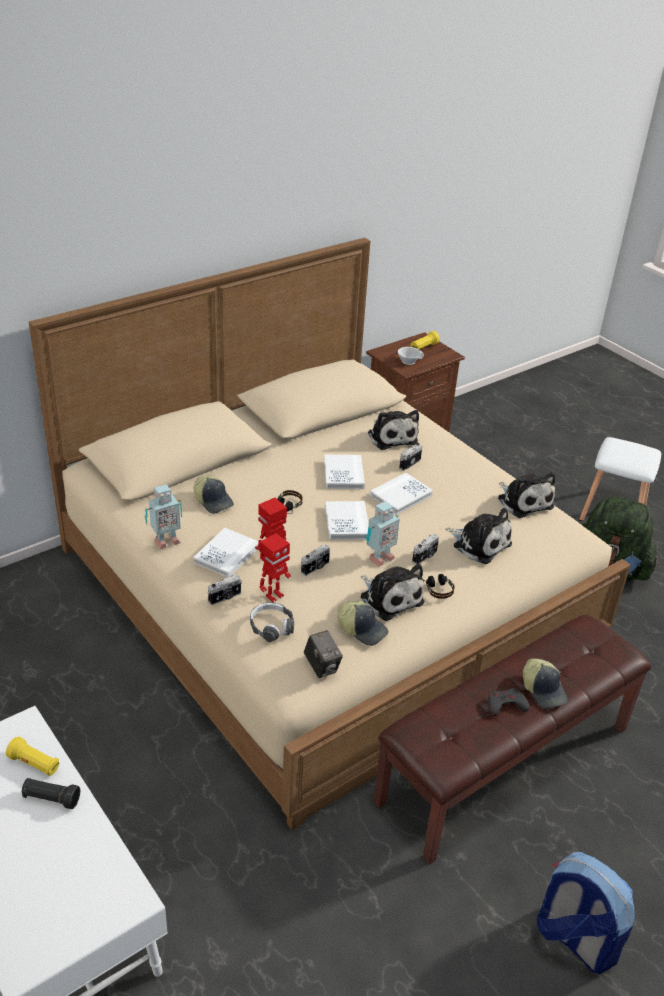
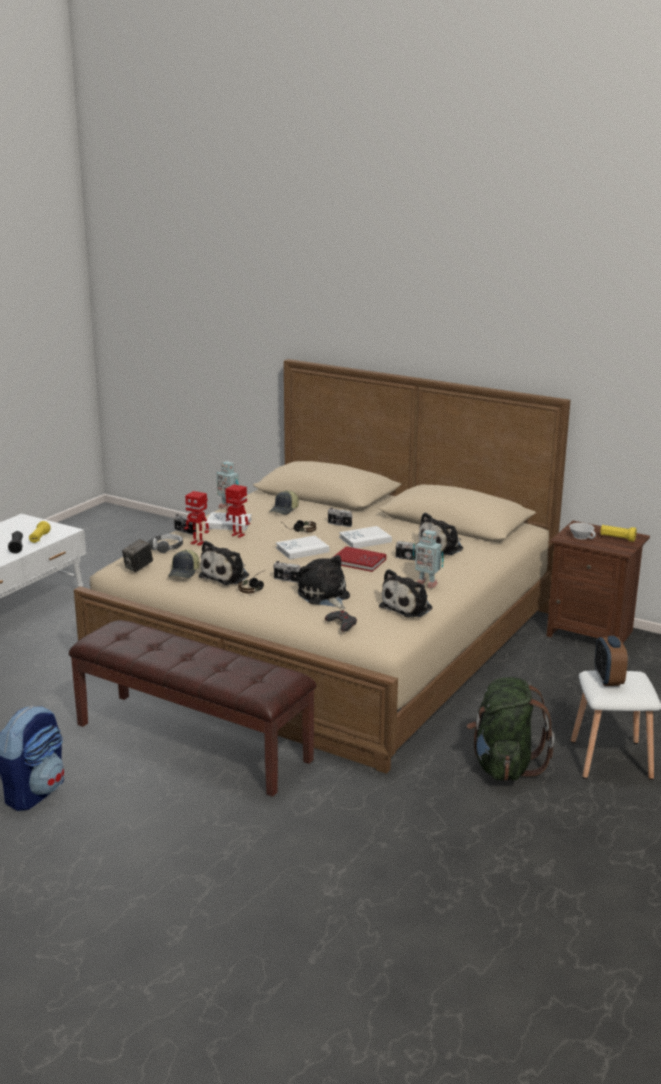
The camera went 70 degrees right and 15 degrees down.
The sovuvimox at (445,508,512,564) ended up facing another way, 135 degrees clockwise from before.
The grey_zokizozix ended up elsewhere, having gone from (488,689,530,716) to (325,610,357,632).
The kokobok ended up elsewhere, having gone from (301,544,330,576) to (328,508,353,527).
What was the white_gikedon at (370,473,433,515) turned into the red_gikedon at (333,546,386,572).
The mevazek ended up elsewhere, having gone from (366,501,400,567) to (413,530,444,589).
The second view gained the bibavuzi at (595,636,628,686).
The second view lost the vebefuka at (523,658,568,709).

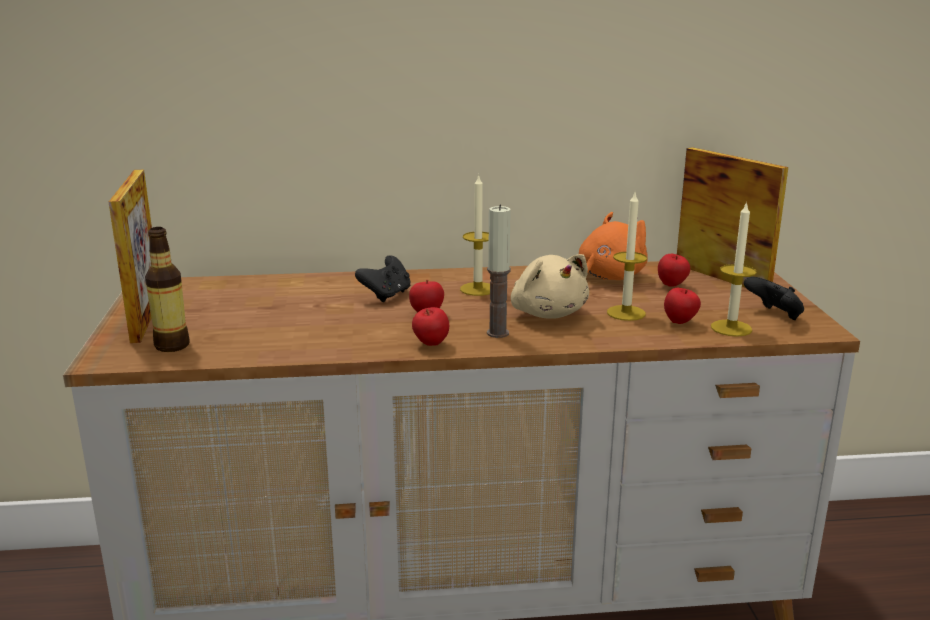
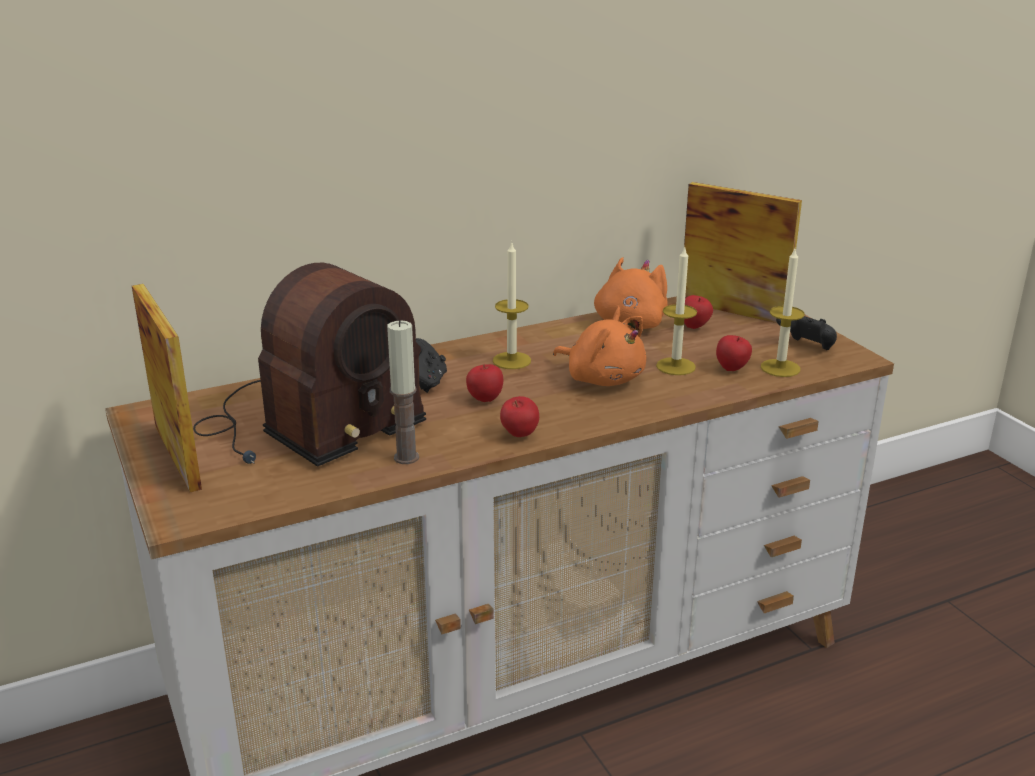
The camera went 20 degrees left and 5 degrees up.
The second view gained the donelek at (193,263,426,467).
The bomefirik ended up elsewhere, having gone from (487,205,511,338) to (387,320,419,464).
What was the beige_sovuvimox at (511,254,589,319) turned into the orange_sovuvimox at (553,316,646,386).
The second view lost the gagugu at (145,227,189,352).

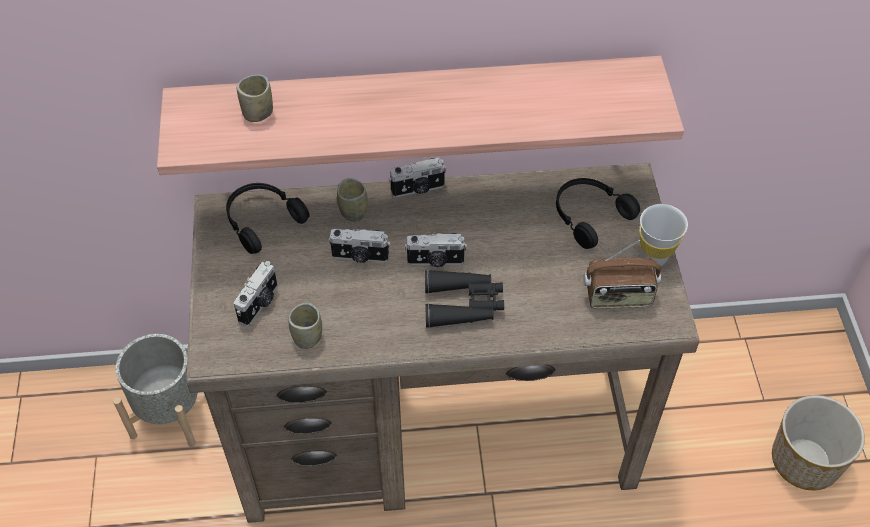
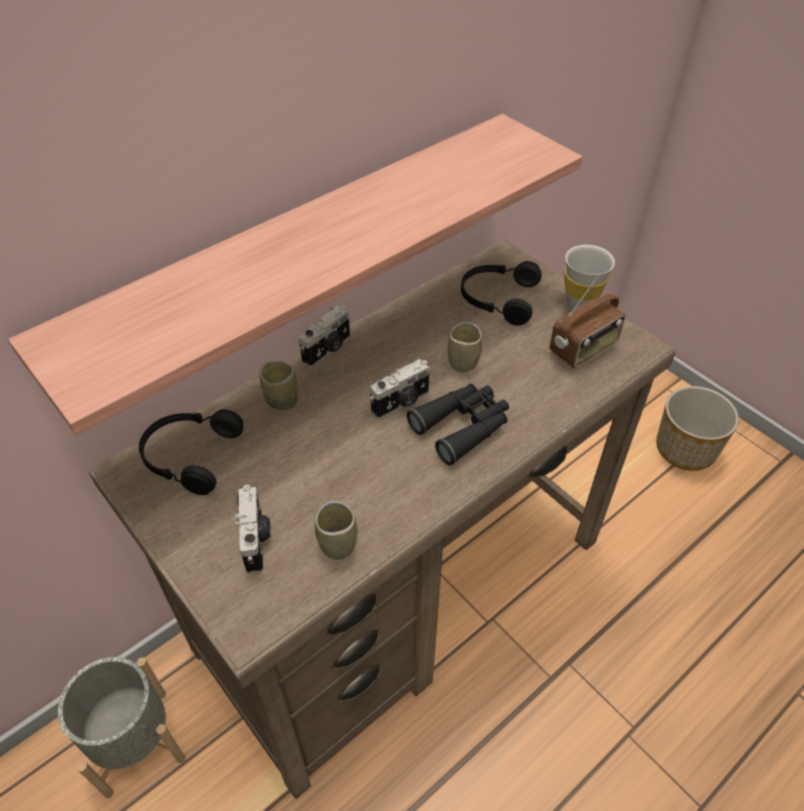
The camera went 35 degrees left and 5 degrees down.
The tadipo ended up elsewhere, having gone from (237,75,273,122) to (448,322,482,372).
The second view lost the kokobok at (328,229,390,263).

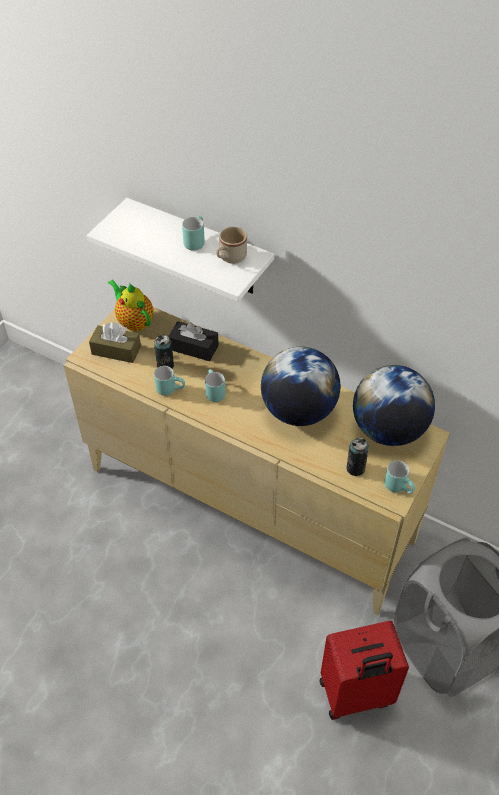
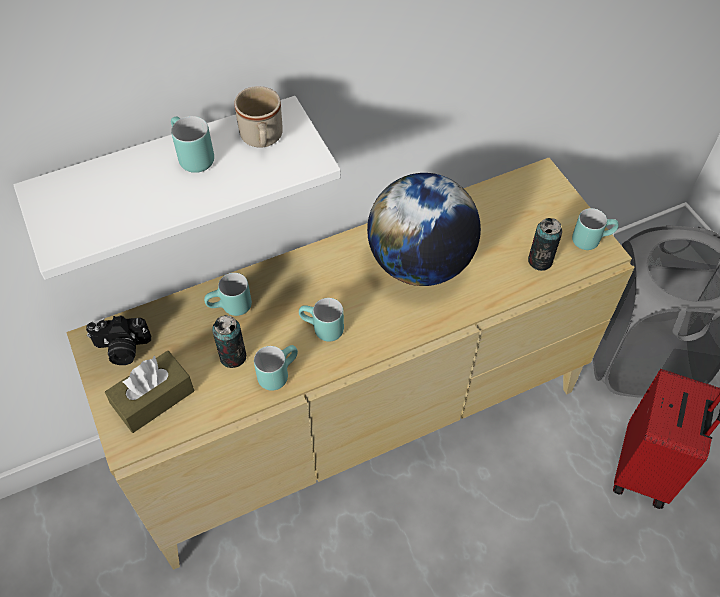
The camera went 55 degrees left and 5 degrees up.
Where the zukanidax stood at (108,279,154,332), the kokobok came to stand at (86,315,151,365).
Where the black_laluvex stood at (168,321,219,361), the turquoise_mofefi came to stand at (204,273,252,316).
The second view lost the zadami at (353,365,435,446).

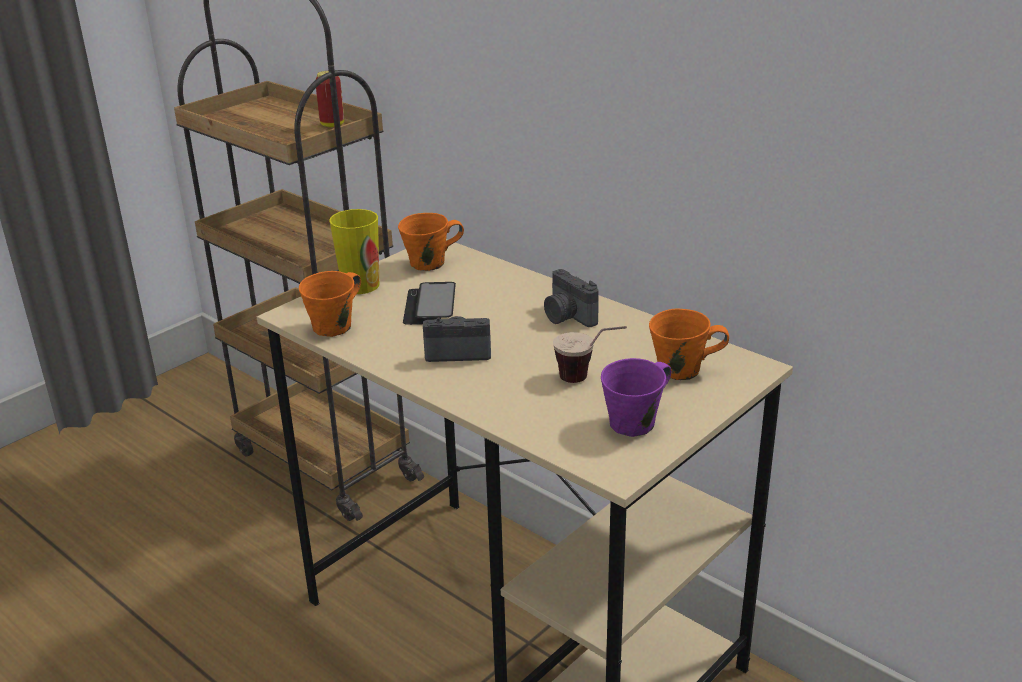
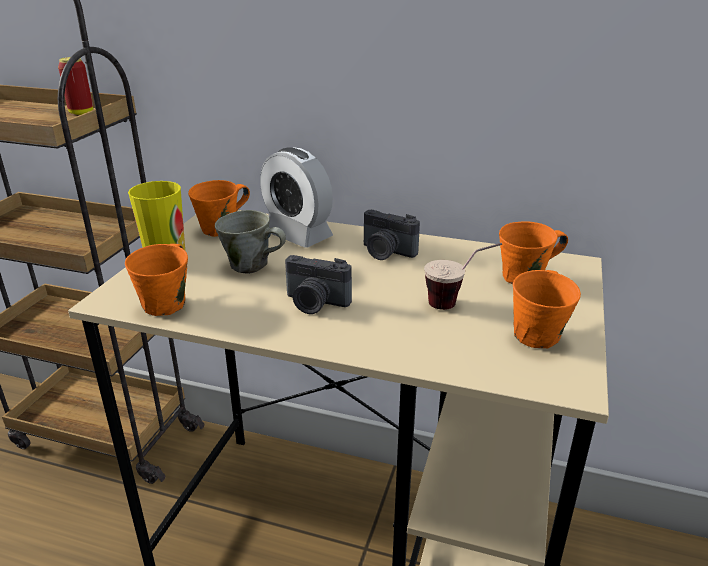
The camera went 25 degrees left and 0 degrees up.
Where the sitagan stood at (403,282,456,325), the grey_mofefi came to stand at (215,210,286,274).
The second view gained the bibavuzi at (260,147,333,248).
The kokobok at (423,316,491,362) ended up facing another way, 135 degrees counterclockwise from before.
What was the purple_mofefi at (601,358,671,437) turned into the orange_mofefi at (513,270,581,348).

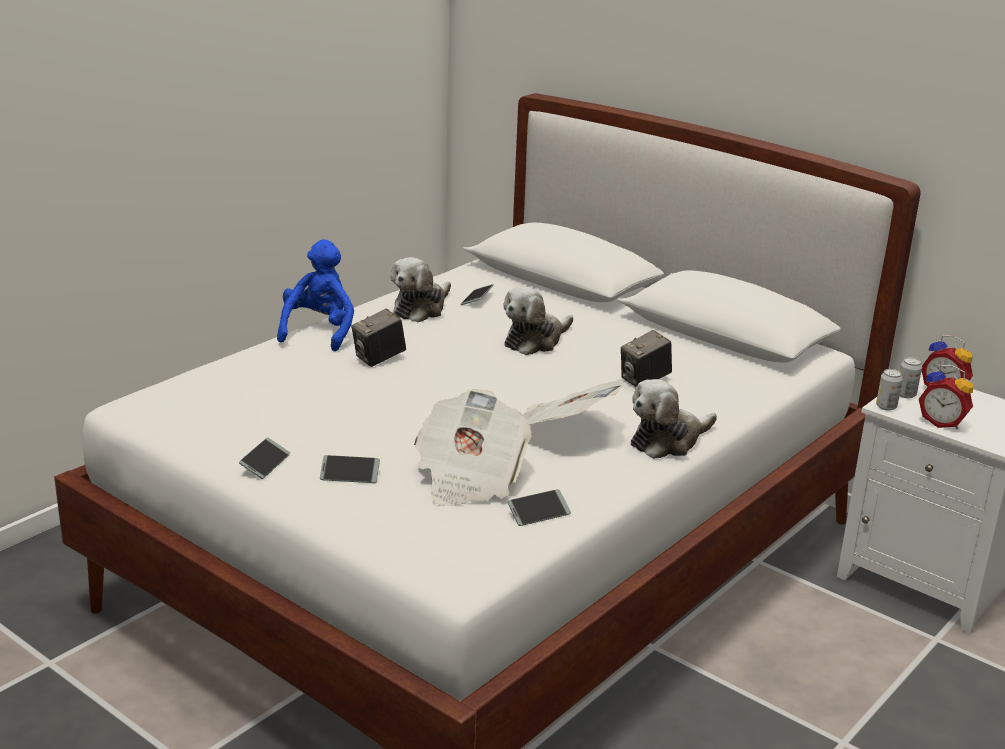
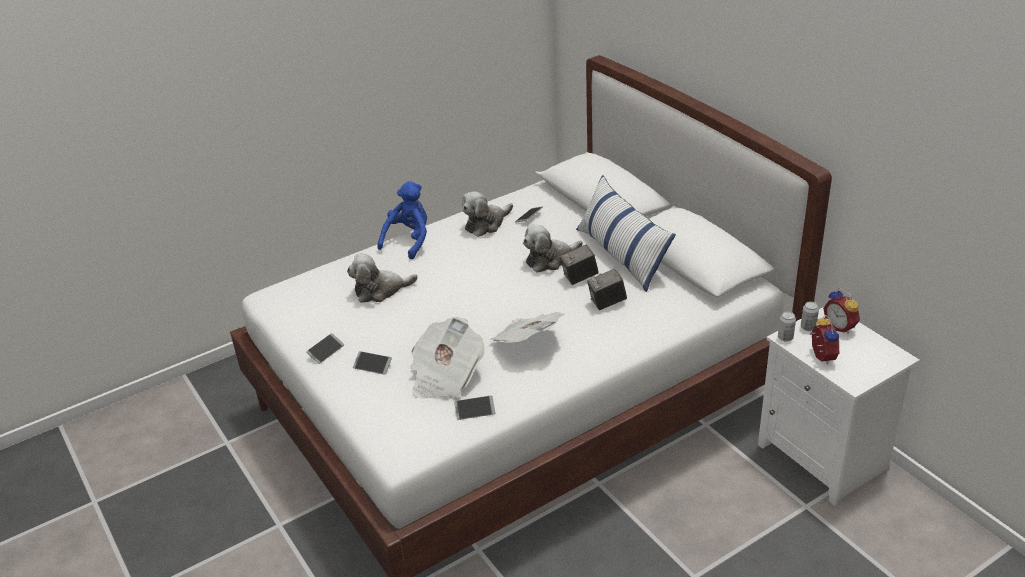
The camera went 20 degrees right and 10 degrees up.
The sovuvimox ended up elsewhere, having gone from (631,379,717,459) to (347,253,418,303).
The kokobok ended up elsewhere, having gone from (351,308,406,367) to (560,244,599,285).
The second view gained the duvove at (576,175,676,292).
The bibavuzi at (919,365,973,429) ended up facing another way, 150 degrees counterclockwise from before.

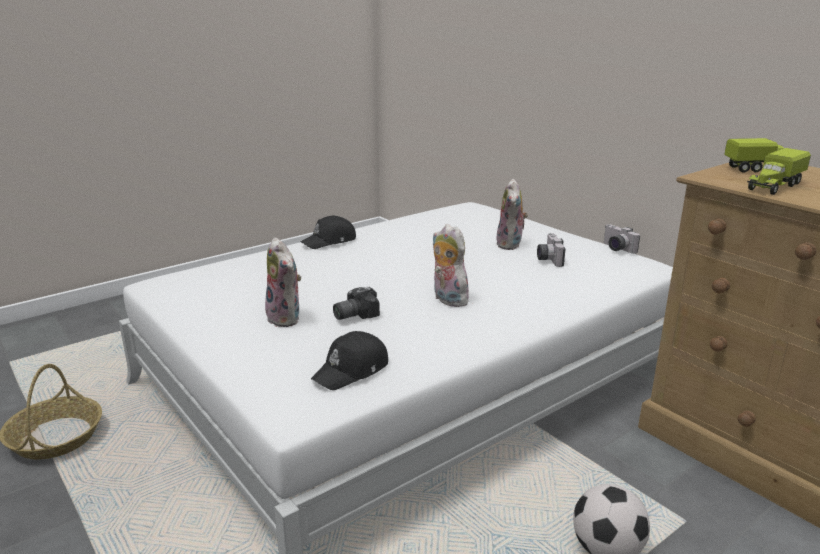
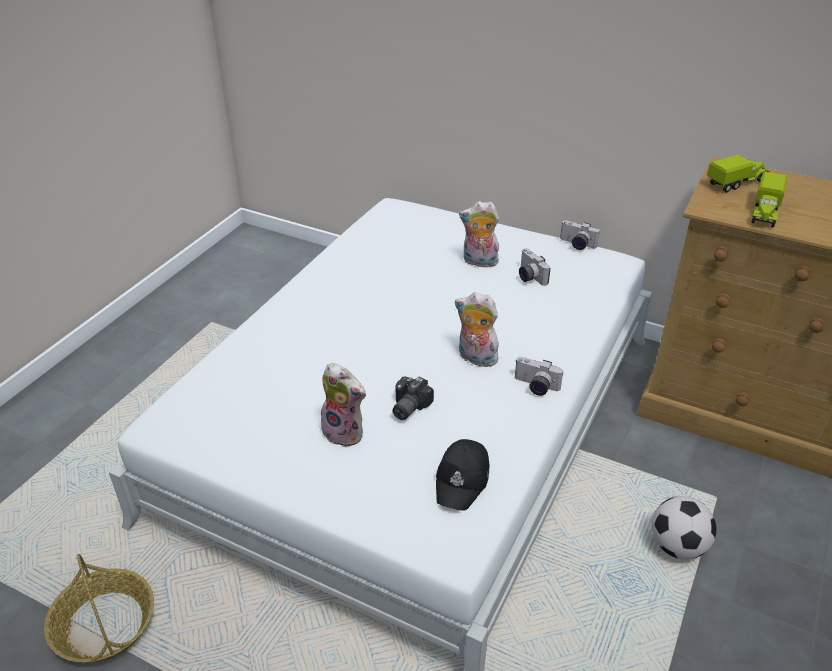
The camera went 25 degrees left and 15 degrees up.
The sovuvimox at (496,179,528,250) ended up facing another way, 120 degrees clockwise from before.
The second view gained the kokobok at (515,357,563,396).
The second view lost the black_vebefuka at (300,215,356,249).

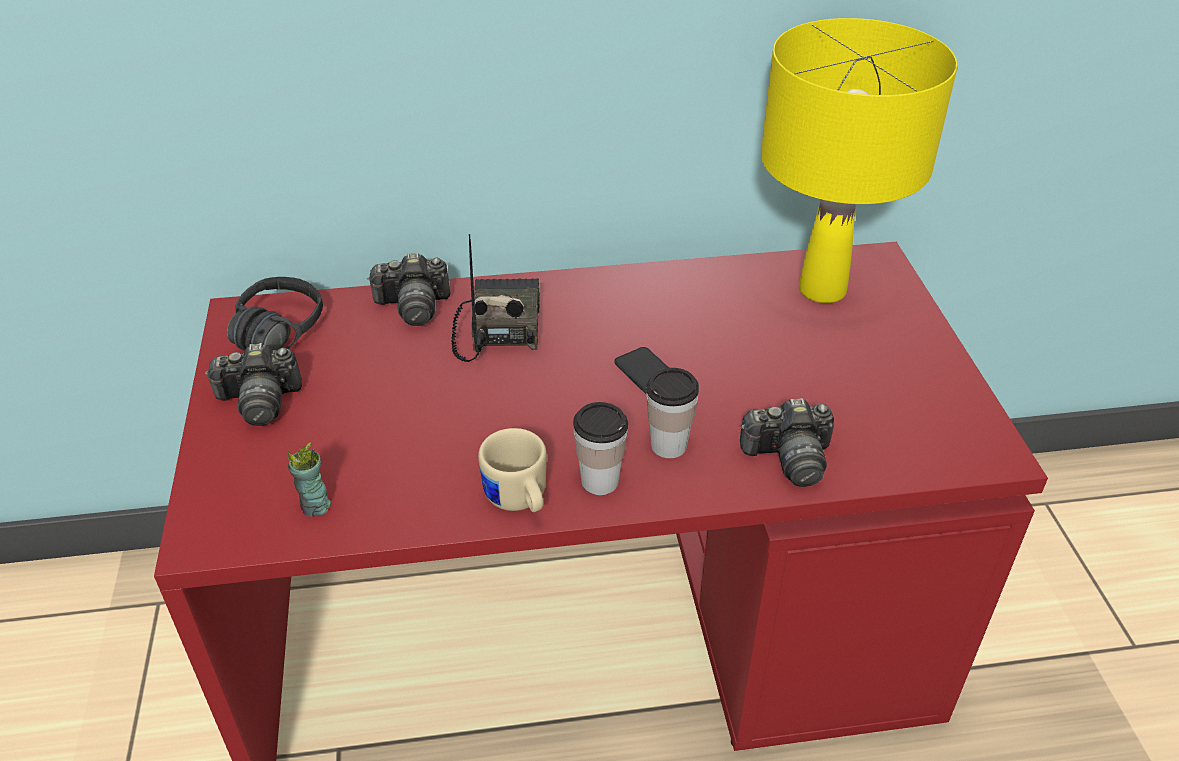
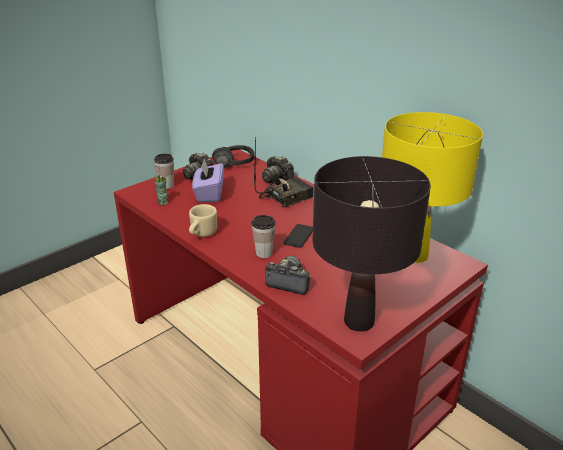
The camera went 55 degrees right and 10 degrees down.
The tadipo ended up elsewhere, having gone from (573,402,628,495) to (154,153,174,189).
The second view gained the purple_laluvex at (192,159,224,202).
The kokobok at (740,398,834,487) ended up facing another way, 150 degrees clockwise from before.
The second view gained the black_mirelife at (313,156,431,332).

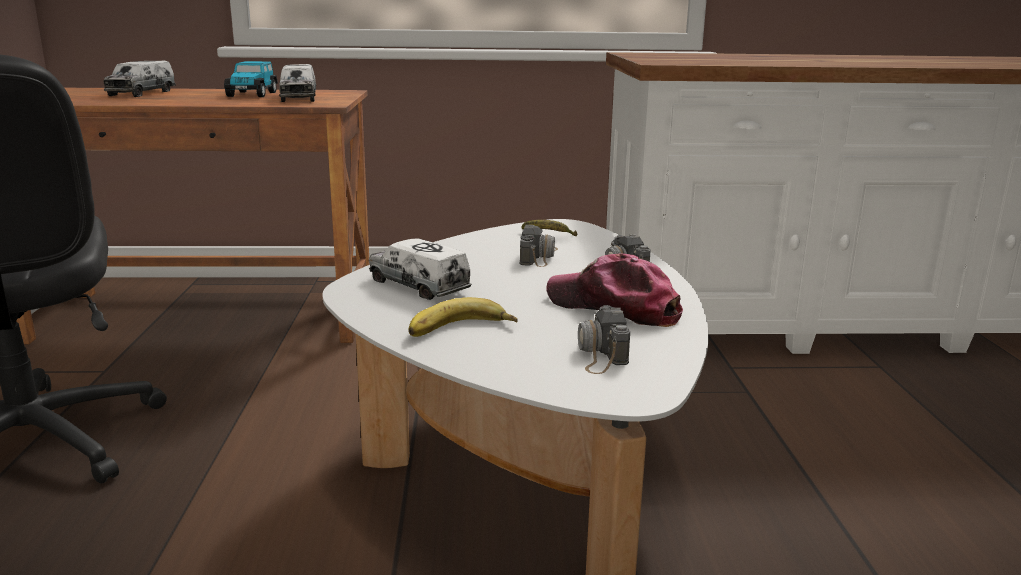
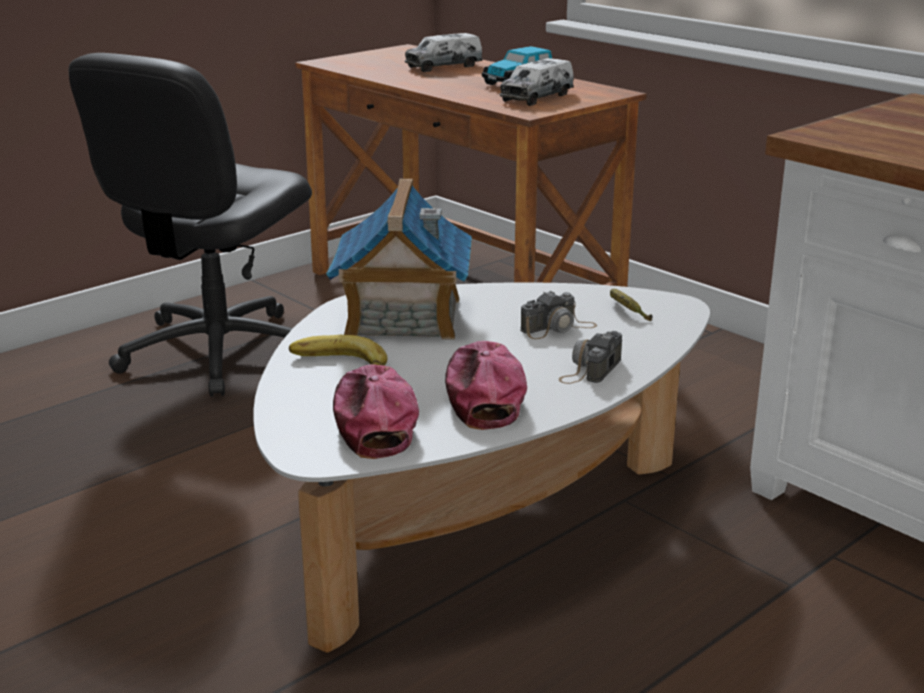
The camera went 50 degrees right and 5 degrees up.
Where the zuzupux stood at (369,238,471,300), the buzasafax came to stand at (326,179,472,340).
Where the kokobok stood at (578,305,630,374), the vebefuka came to stand at (333,365,419,459).

